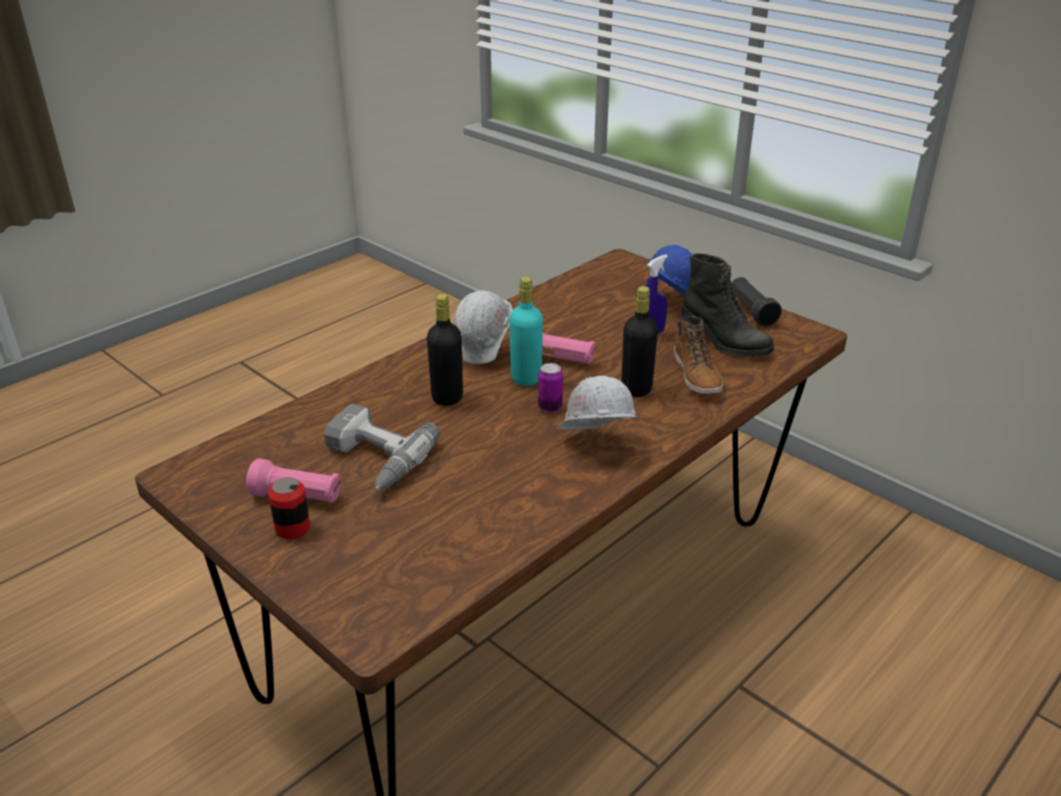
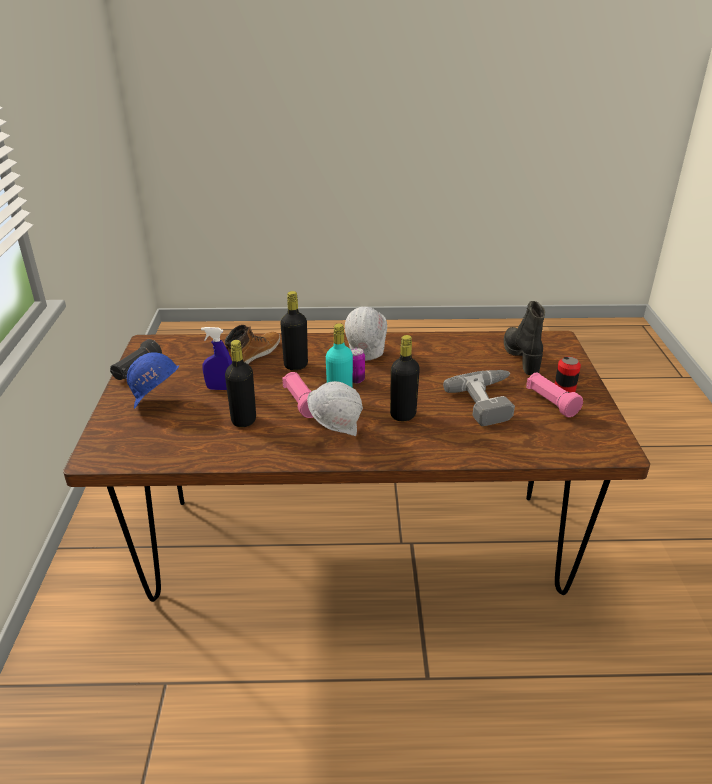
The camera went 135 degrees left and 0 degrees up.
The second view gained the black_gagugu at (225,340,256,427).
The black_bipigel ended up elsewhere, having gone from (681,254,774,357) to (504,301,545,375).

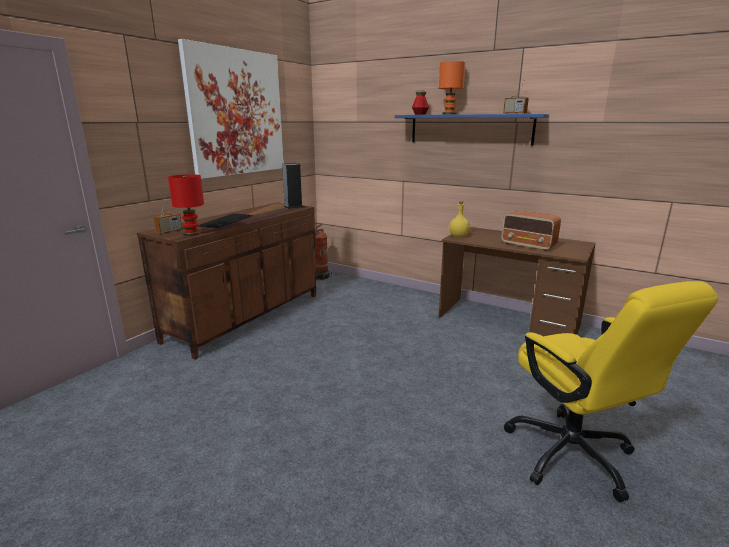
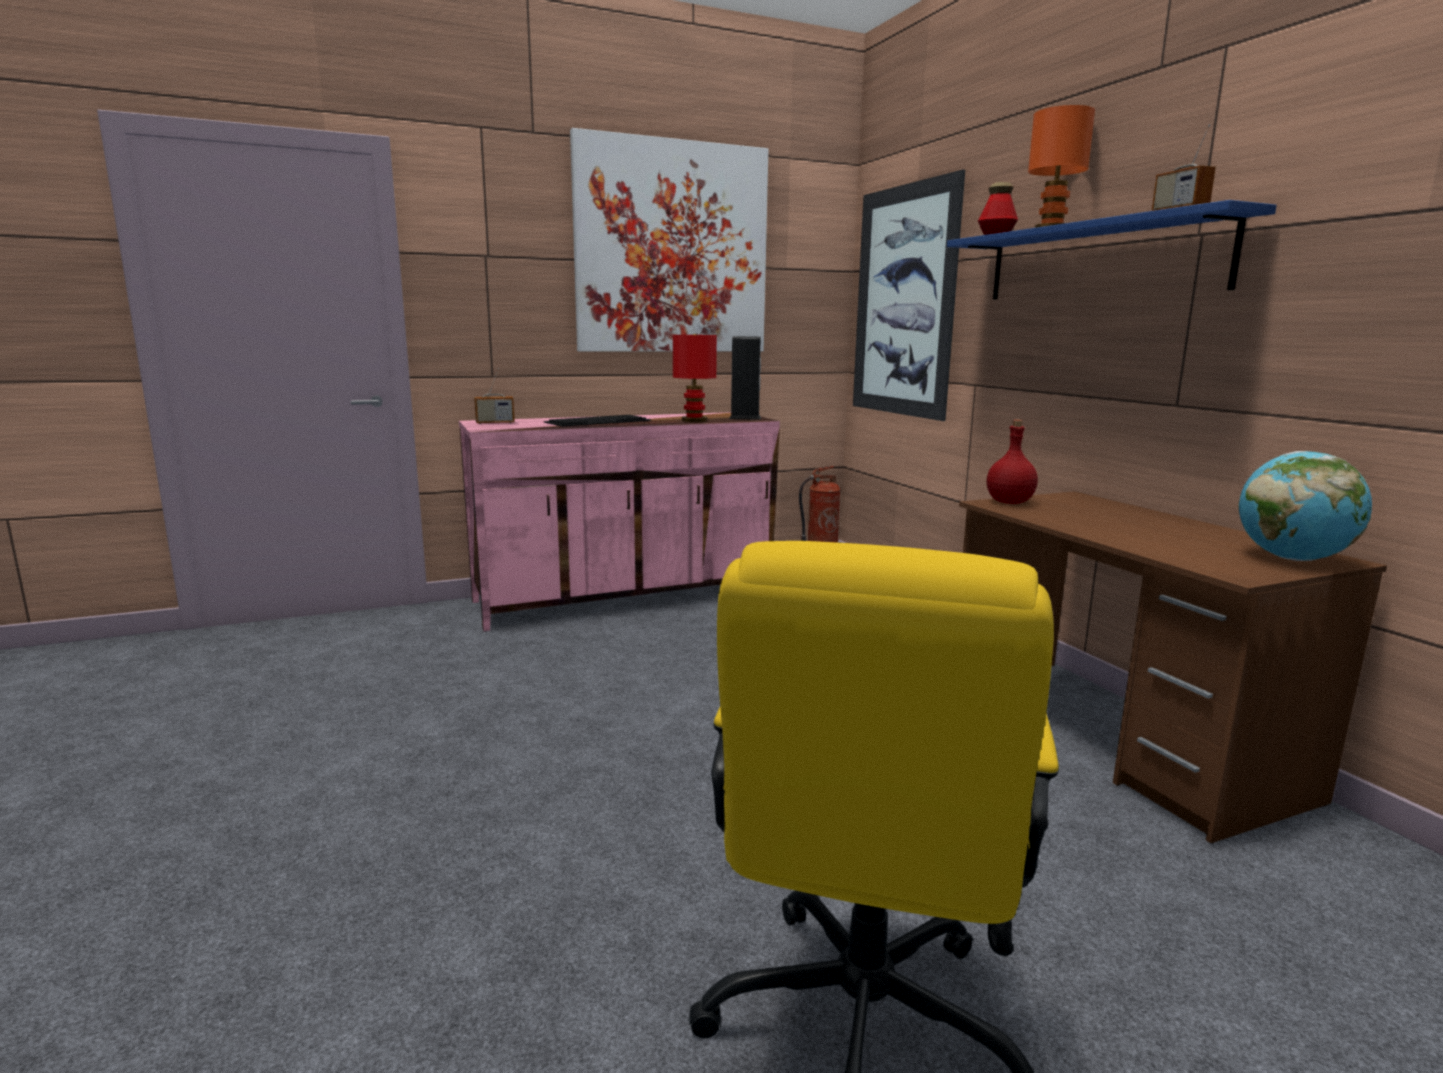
The camera went 35 degrees right and 5 degrees down.
What was the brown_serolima at (137,202,316,360) turned into the pink_serolima at (459,412,780,631).
The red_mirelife ended up elsewhere, having gone from (168,174,204,236) to (673,334,717,422).
The second view gained the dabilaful at (853,170,965,421).
What was the yellow_gagugu at (449,201,470,237) turned into the red_gagugu at (987,420,1038,504).
The second view gained the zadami at (1238,451,1372,561).
The second view lost the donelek at (501,211,561,251).

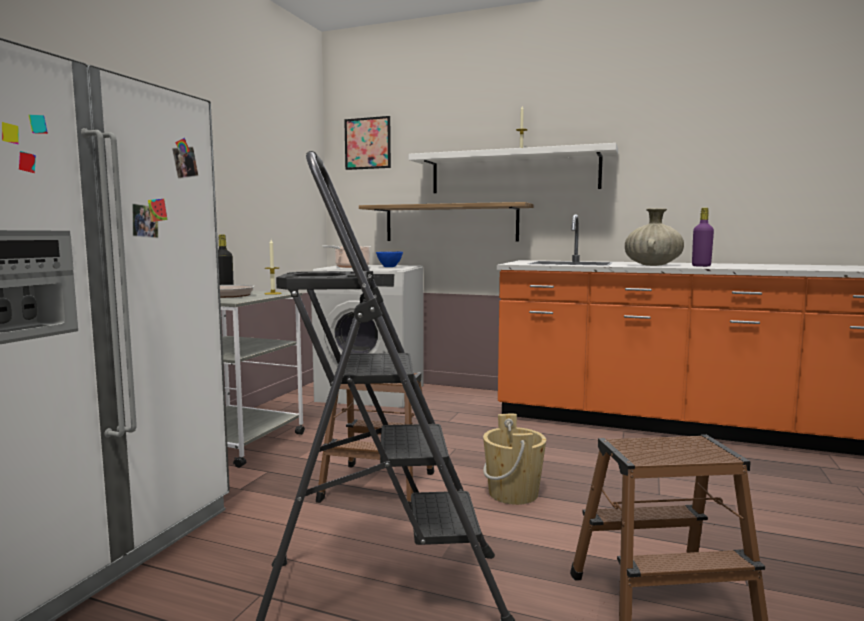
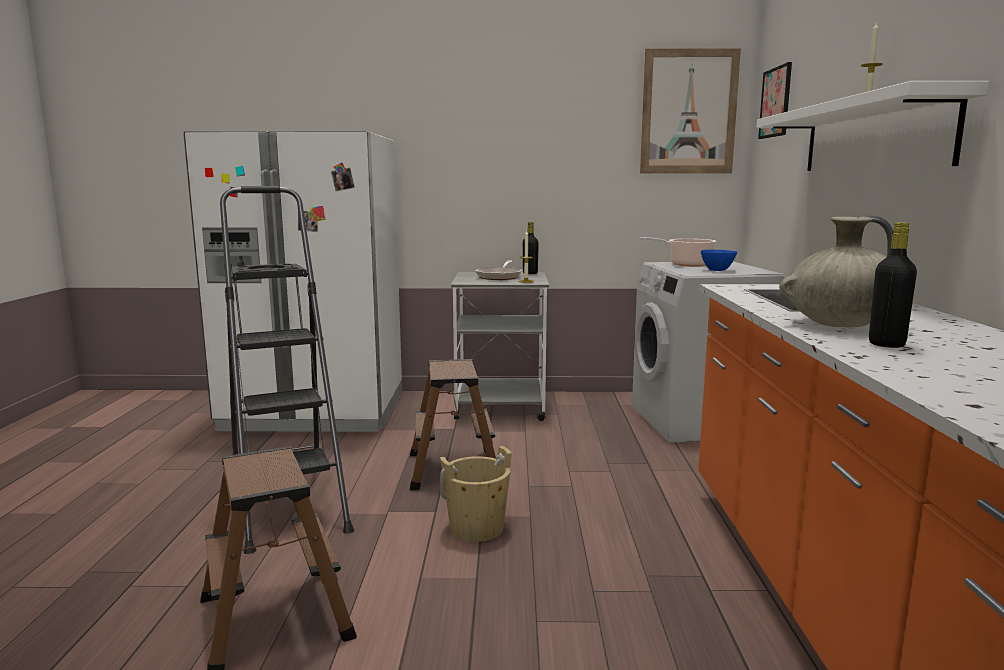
The camera went 70 degrees right and 5 degrees up.
The second view gained the dabilaful at (640,48,741,174).
What was the purple_gagugu at (692,208,714,267) turned into the black_gagugu at (869,222,917,348).
The second view lost the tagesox at (359,202,533,242).

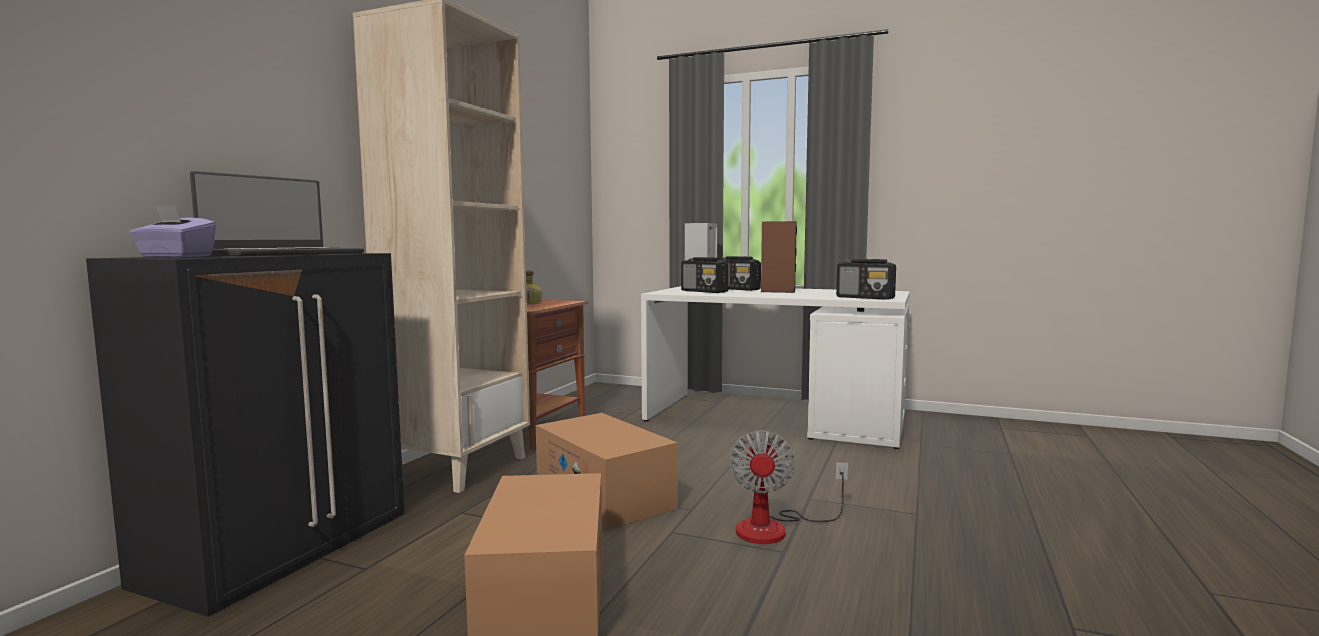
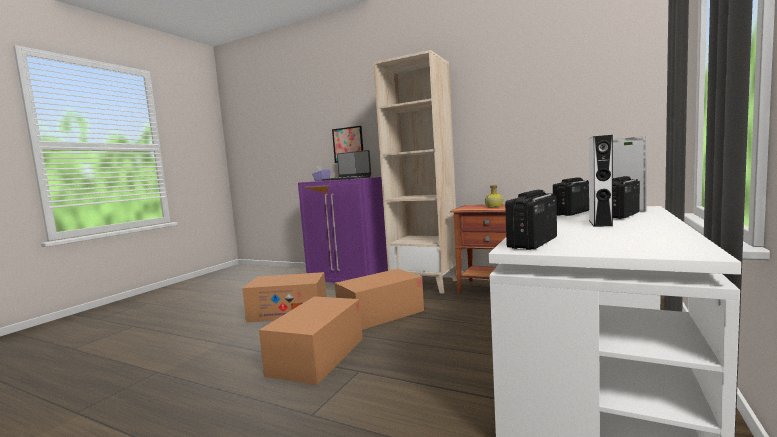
The camera went 95 degrees right and 0 degrees up.
Where the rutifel stood at (729,430,848,544), the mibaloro came to stand at (259,296,362,385).
What was the black_serolima at (86,253,405,617) turned into the purple_serolima at (298,177,388,283).
The second view gained the dabilaful at (332,126,363,163).
What was the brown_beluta at (761,221,797,293) turned into the white_beluta at (589,135,613,227).

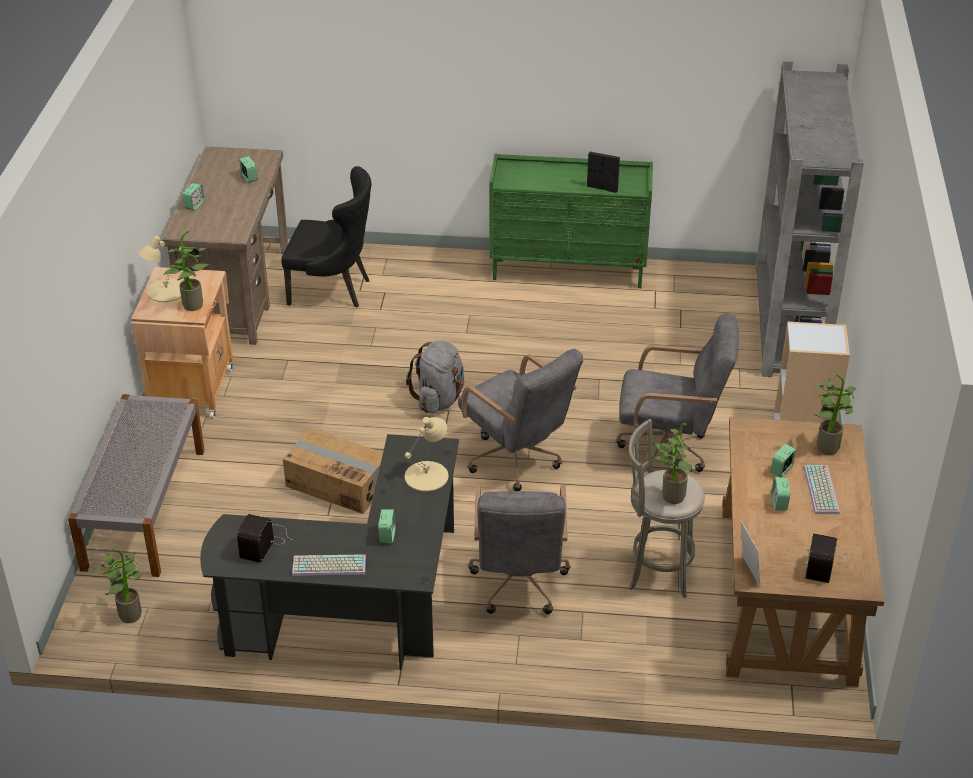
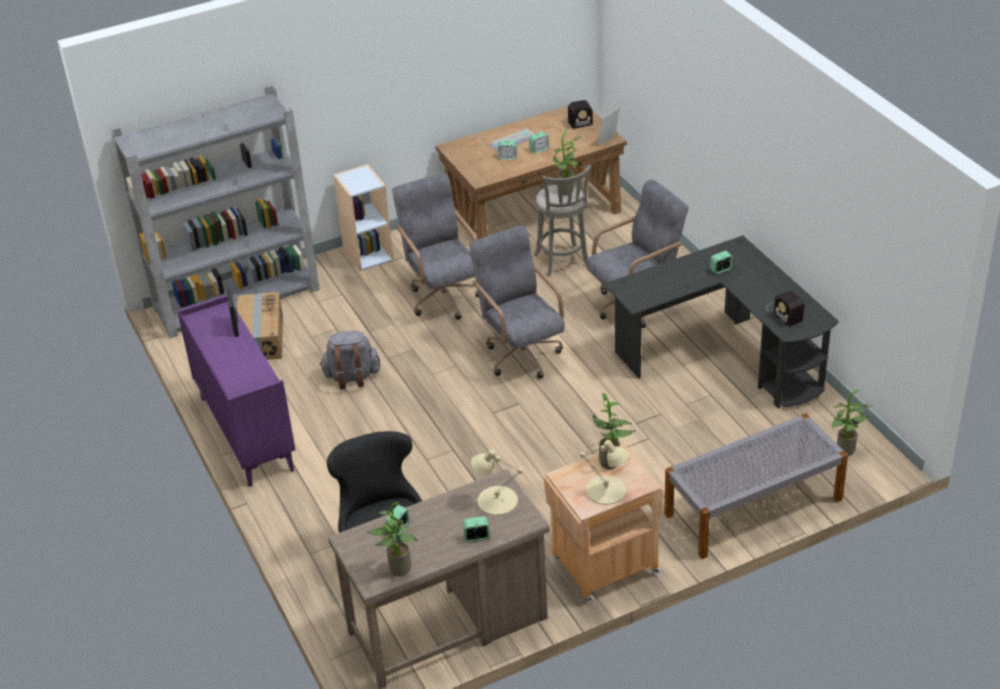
The camera went 120 degrees left and 0 degrees up.
What was the green_serolima at (489,154,653,288) turned into the purple_serolima at (177,295,295,487).
The mibaloro ended up elsewhere, having gone from (283,428,383,514) to (237,292,283,360).
The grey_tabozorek ended up elsewhere, having gone from (406,340,464,414) to (320,331,380,389).
The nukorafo ended up elsewhere, having gone from (813,373,856,455) to (366,502,418,576).
The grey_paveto at (458,349,583,491) ended up facing another way, 45 degrees counterclockwise from before.
The beige_mirelife ended up elsewhere, having gone from (405,417,448,491) to (471,449,523,515).
The donelek at (237,514,293,563) ended up facing another way, 75 degrees clockwise from before.
The second view lost the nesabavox at (292,554,366,576).

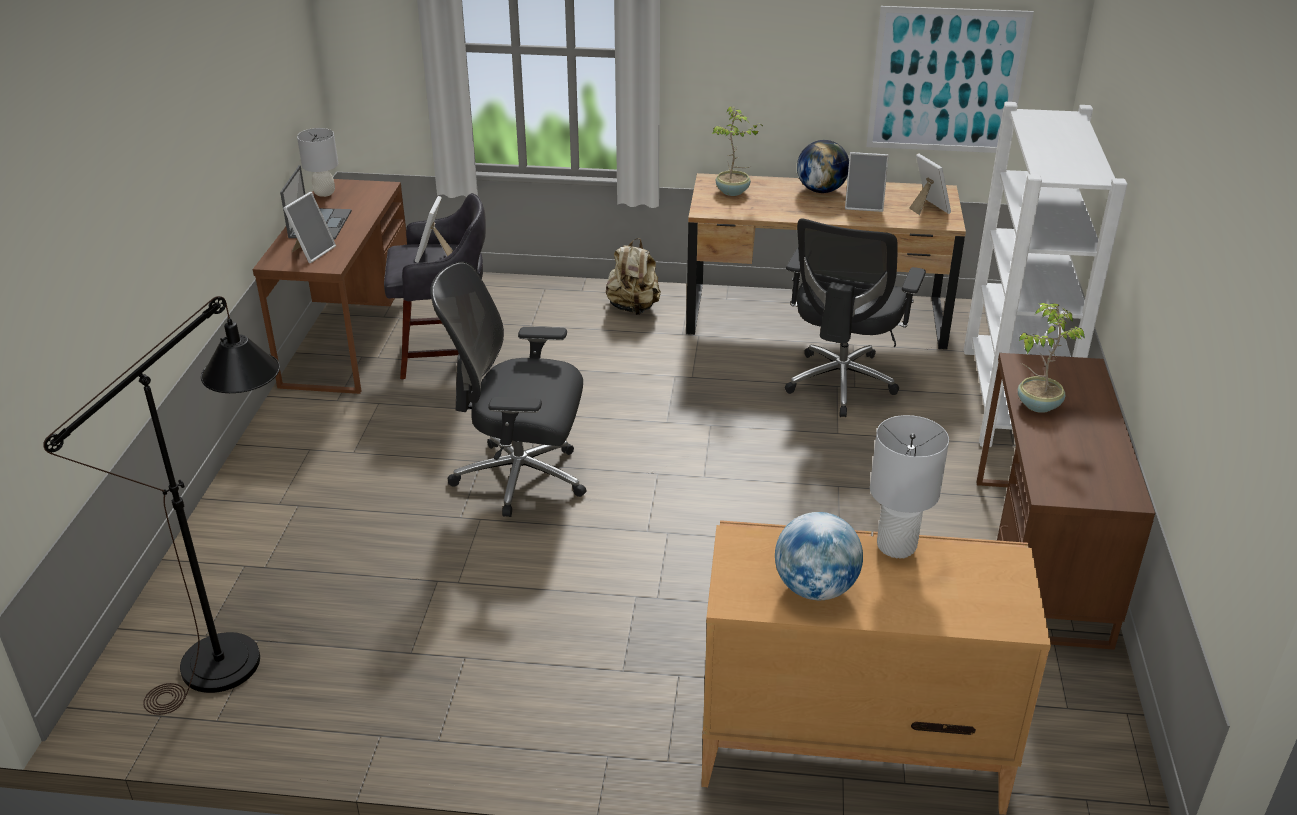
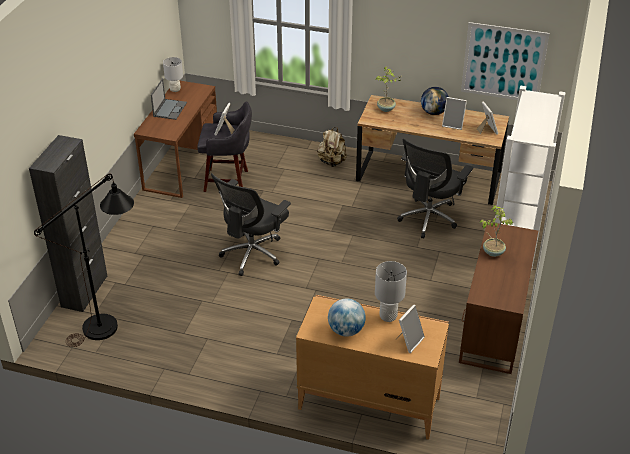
The camera went 10 degrees right and 5 degrees up.
The second view gained the black_serolima at (29,135,108,312).
The paveto at (430,262,587,517) ended up facing another way, 75 degrees counterclockwise from before.
The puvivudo ended up elsewhere, having gone from (283,192,336,263) to (395,305,425,353).

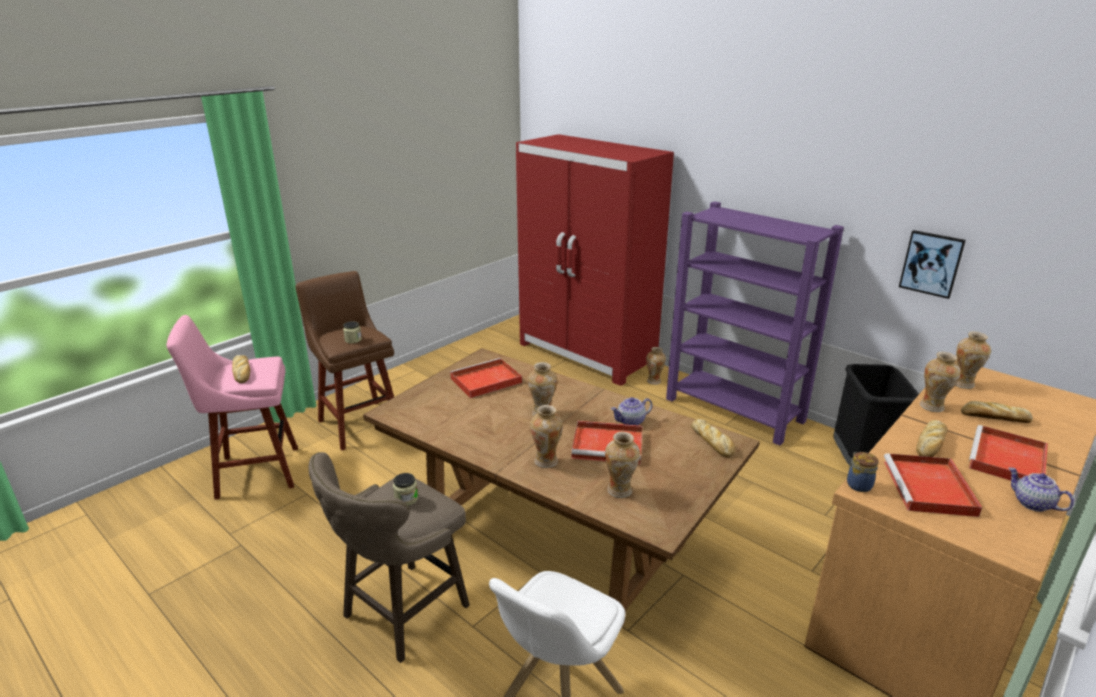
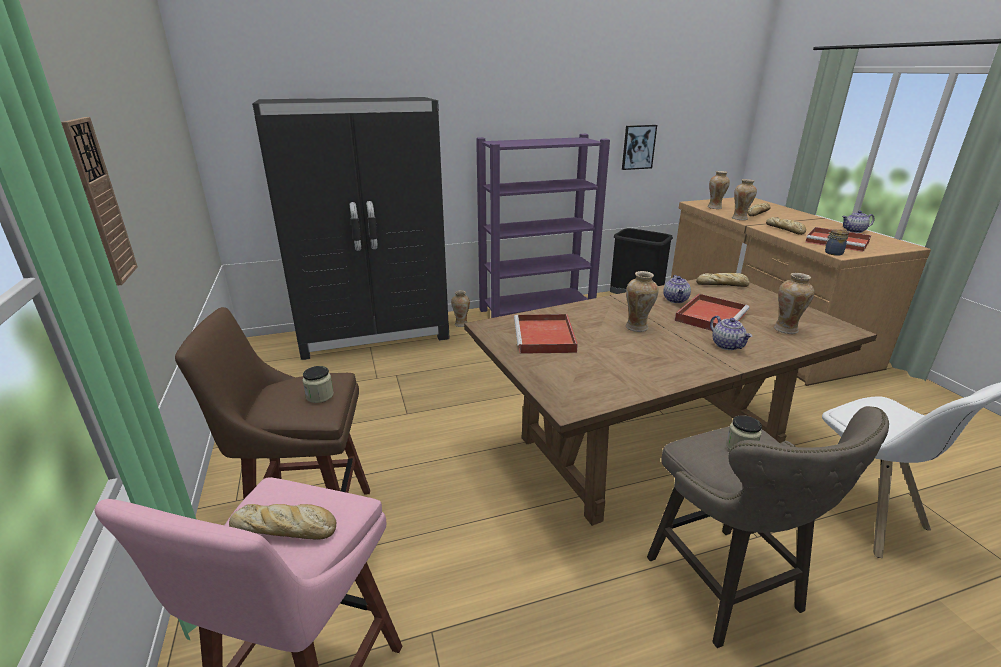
The camera went 60 degrees left and 0 degrees up.
The second view gained the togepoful at (61,117,138,286).
What was the red_serolima at (516,134,674,386) turned into the black_serolima at (252,97,450,360).
Where the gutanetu stood at (530,405,563,468), the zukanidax came to stand at (710,316,752,350).
The second view lost the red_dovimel at (969,425,1048,481).

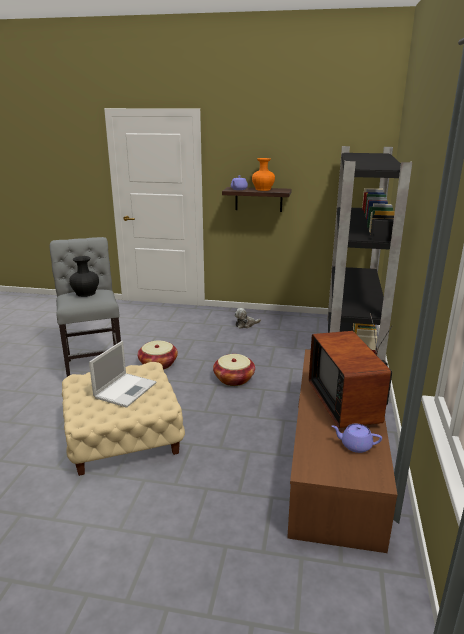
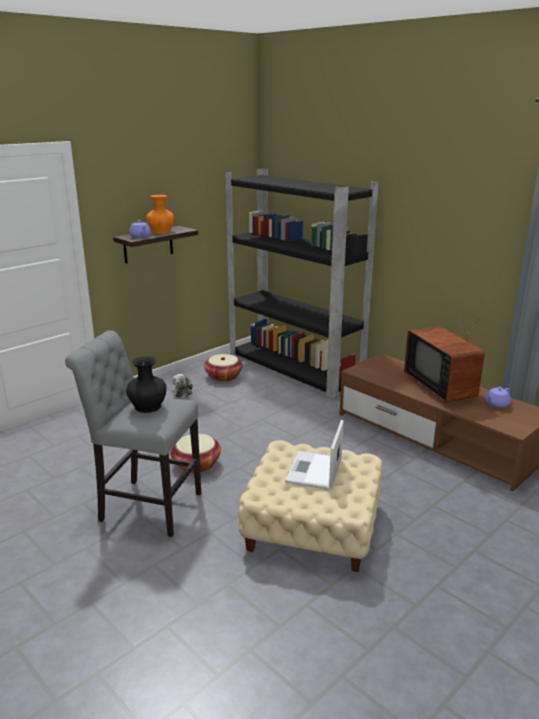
The camera went 55 degrees left and 0 degrees up.
The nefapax ended up elsewhere, having gone from (213,354,255,386) to (204,354,243,382).
The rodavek at (89,341,156,408) ended up facing another way, 135 degrees counterclockwise from before.
The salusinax at (309,313,392,428) ended up facing another way, 45 degrees clockwise from before.

